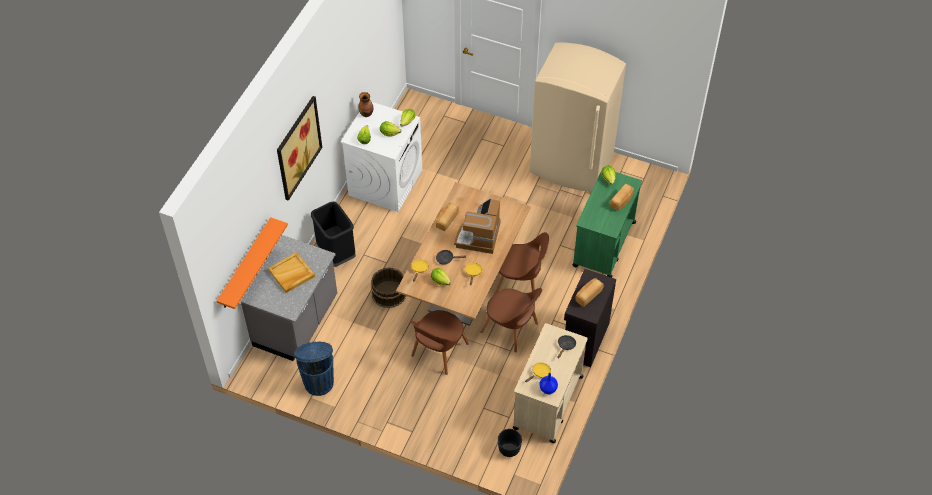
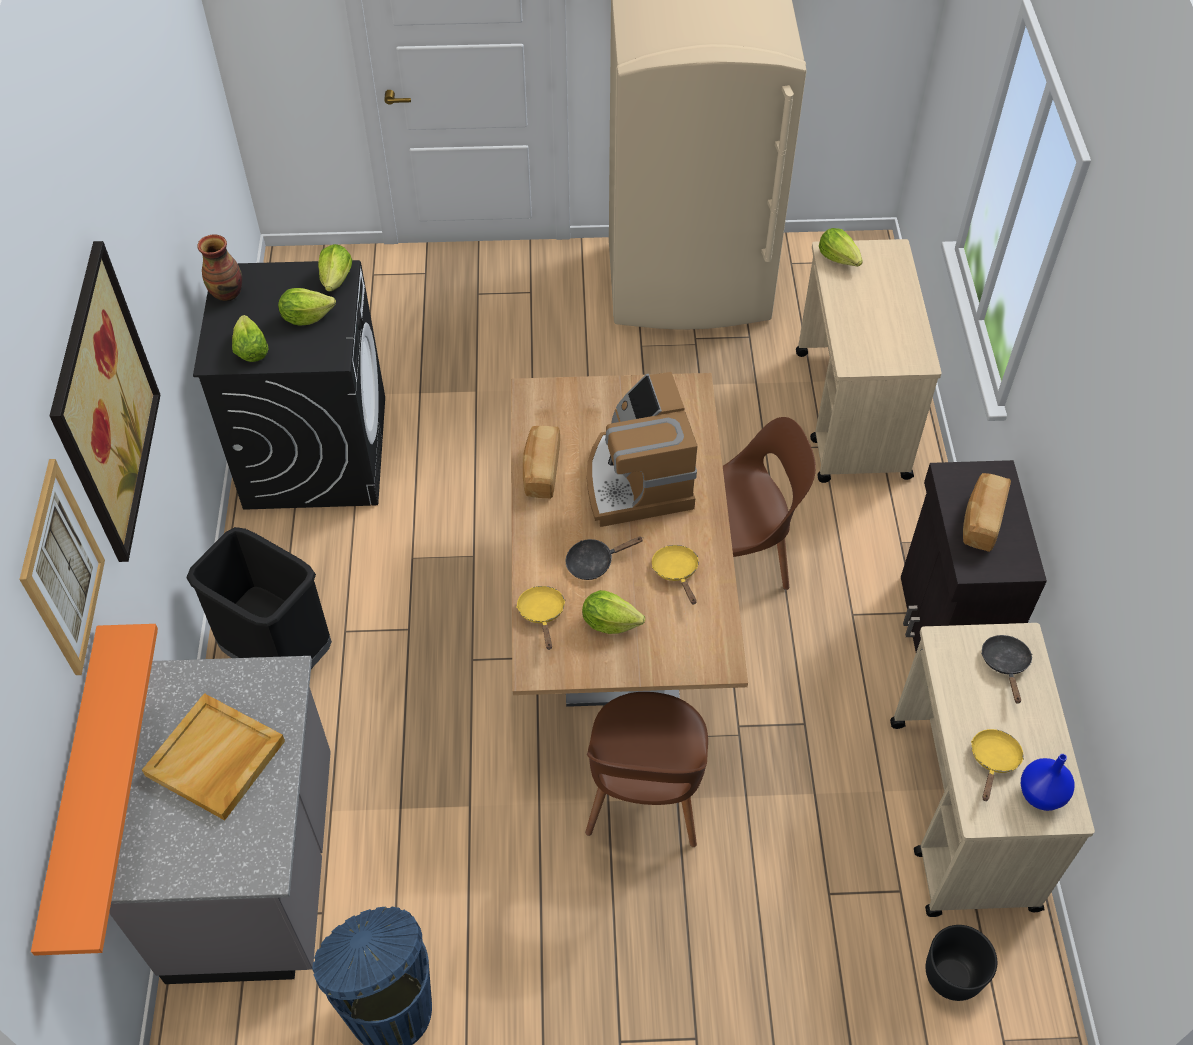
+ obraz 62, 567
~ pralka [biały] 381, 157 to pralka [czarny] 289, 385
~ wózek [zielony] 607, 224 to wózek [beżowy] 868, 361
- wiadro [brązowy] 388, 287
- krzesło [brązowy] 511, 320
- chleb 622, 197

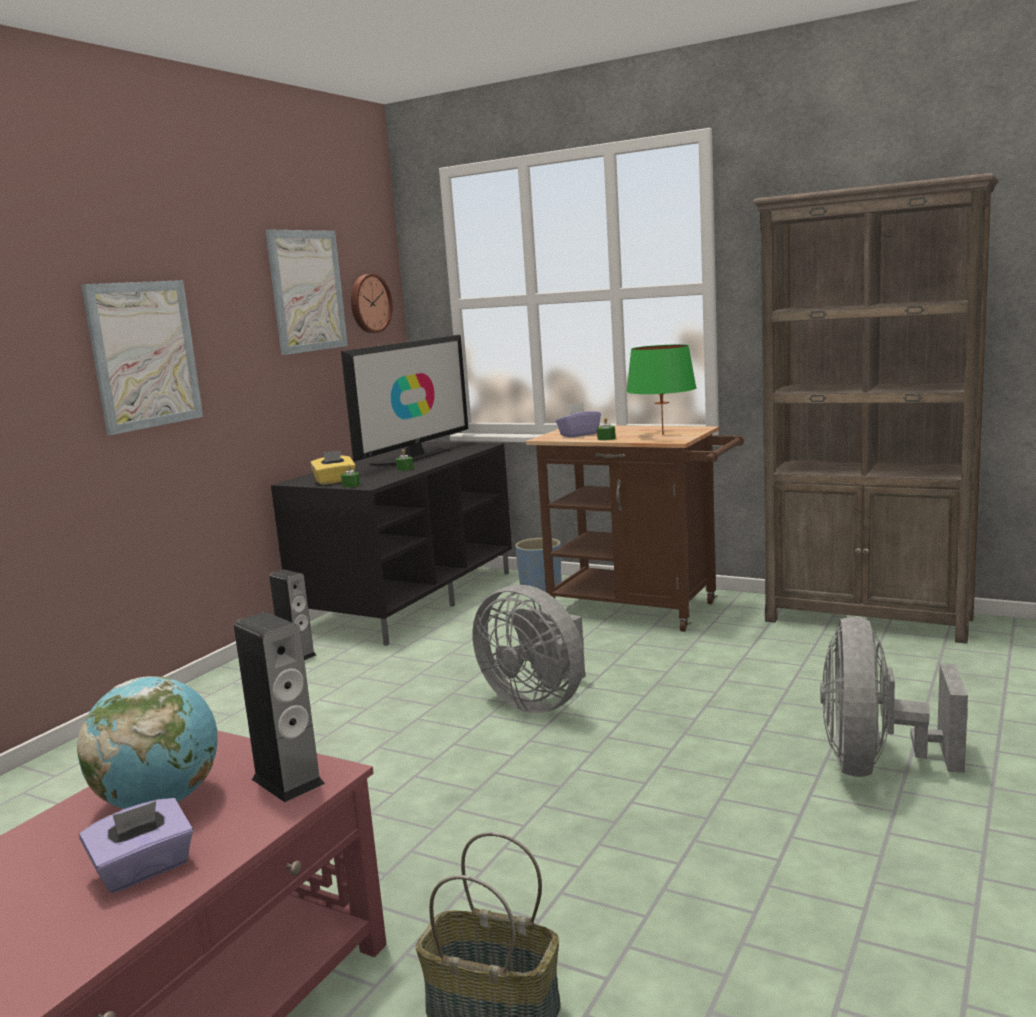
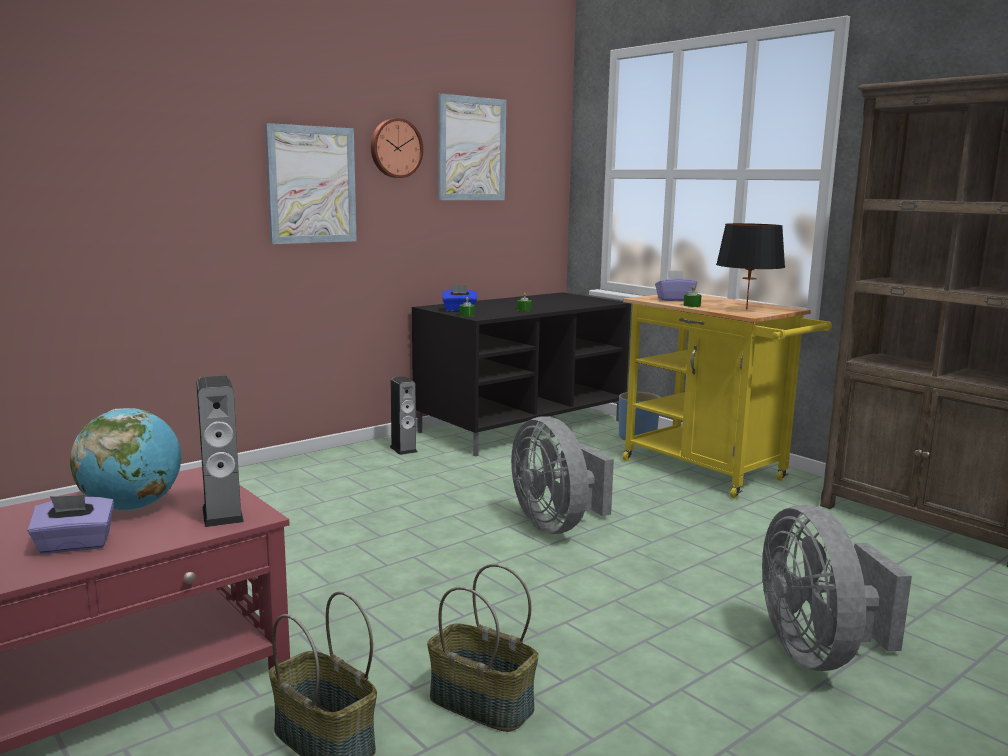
~ zegar ścienny 372, 303 to 397, 148
+ koszyk 483, 648
~ pudełko chusteczek [żółty] 332, 467 to pudełko chusteczek [niebieski] 460, 298
~ wózek [brązowy] 635, 528 to wózek [żółty] 727, 396
~ lampa stołowa [zielony] 661, 389 to lampa stołowa [czarny] 750, 266
~ wentylator [szary] 894, 697 = 837, 588 45 degrees counterclockwise
- telewizor 404, 400

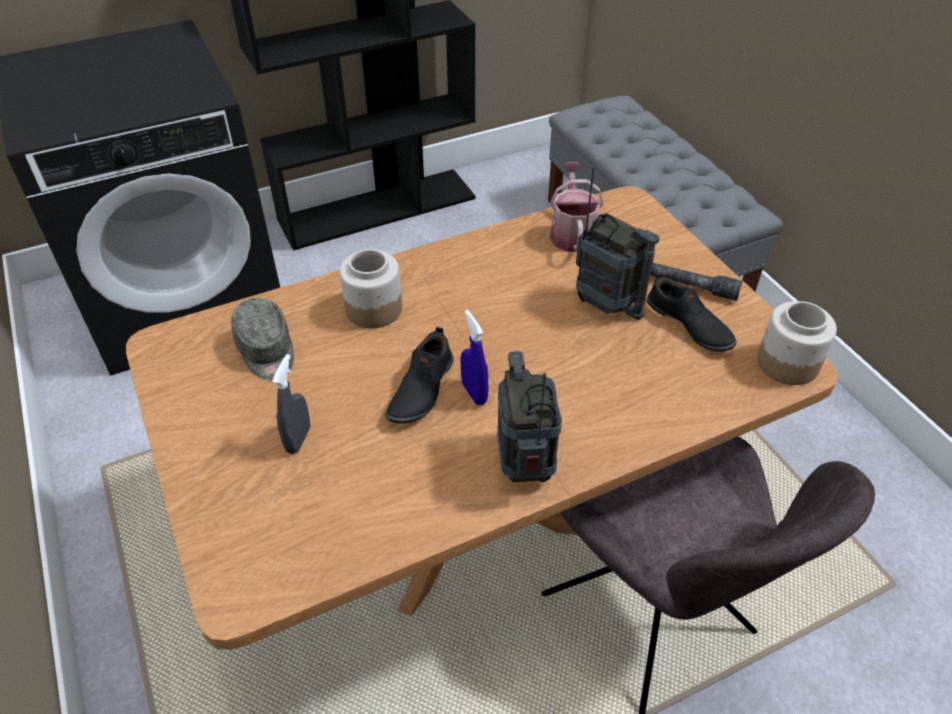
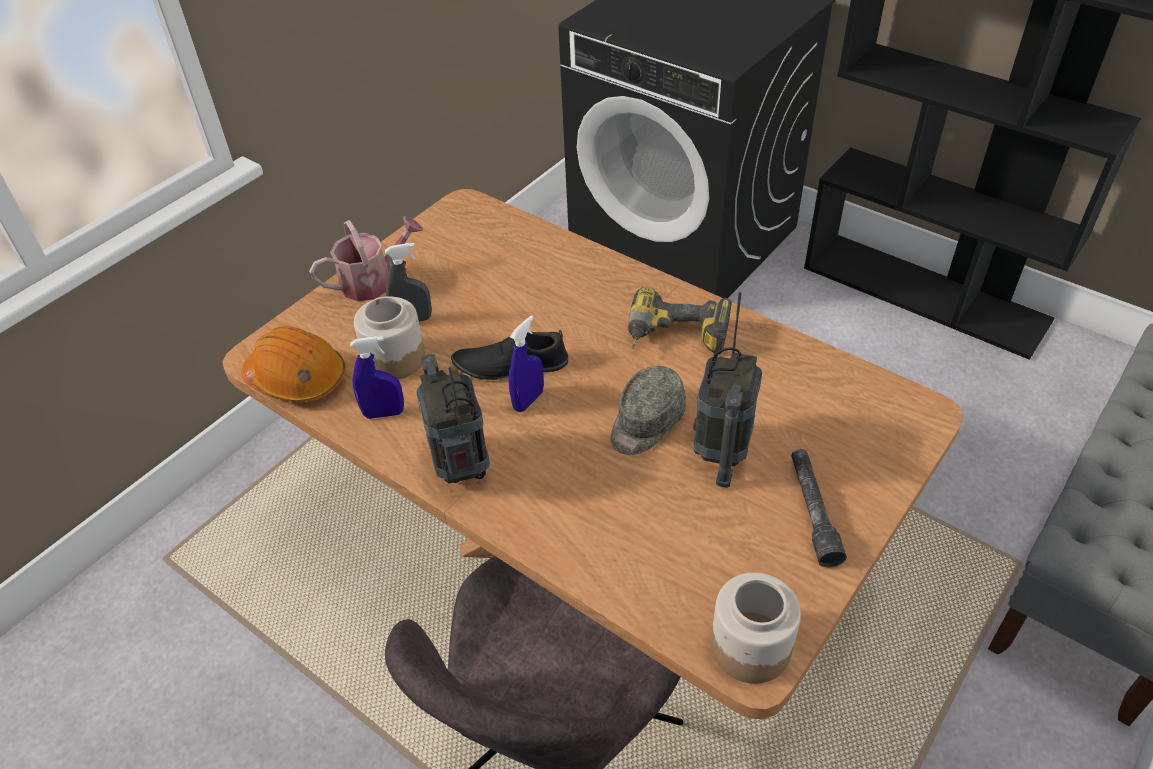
+ kask [pomarańczowy] 293, 364
~ konewka 576, 207 to 366, 258
+ spryskiwacz [niebieski] 377, 377
~ słoik 370, 288 to 389, 338
~ radio 529, 416 = 453, 419 75 degrees counterclockwise
~ czapka z daszkiem [szary] 262, 339 to 648, 410
+ wiertarka 680, 320
- but [czarny] 692, 312

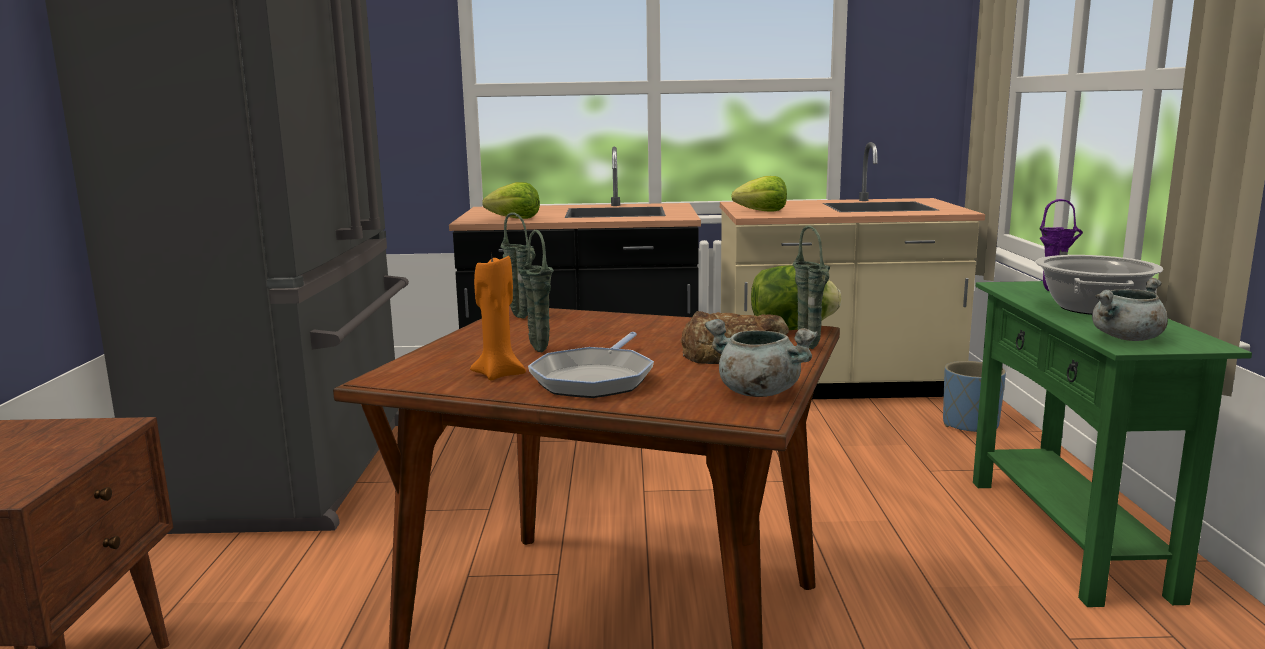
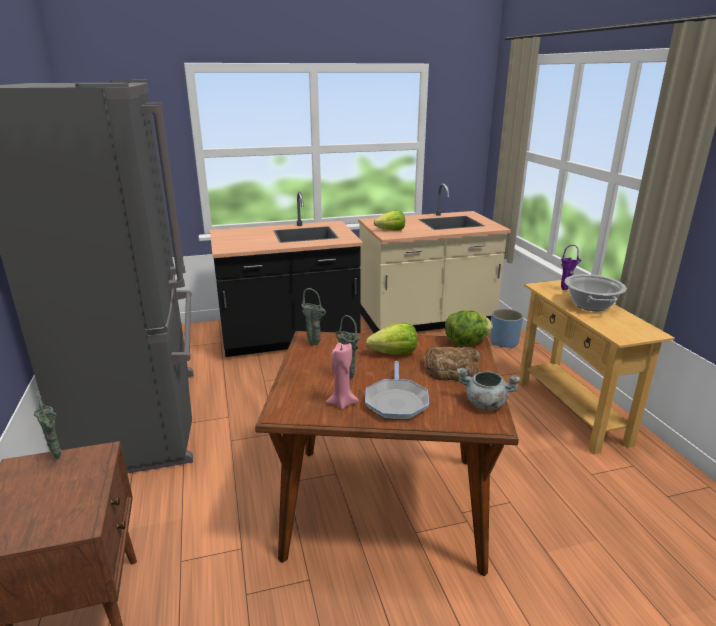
~ wazon [zielony] 811, 287 to 47, 425
~ świeca [pomarańczowy] 498, 318 to świeca [różowy] 342, 376
~ sałata 511, 200 to 391, 339
~ stolik konsolowy [zielony] 1112, 444 to stolik konsolowy [beżowy] 597, 367
- garnek [szary] 1130, 309

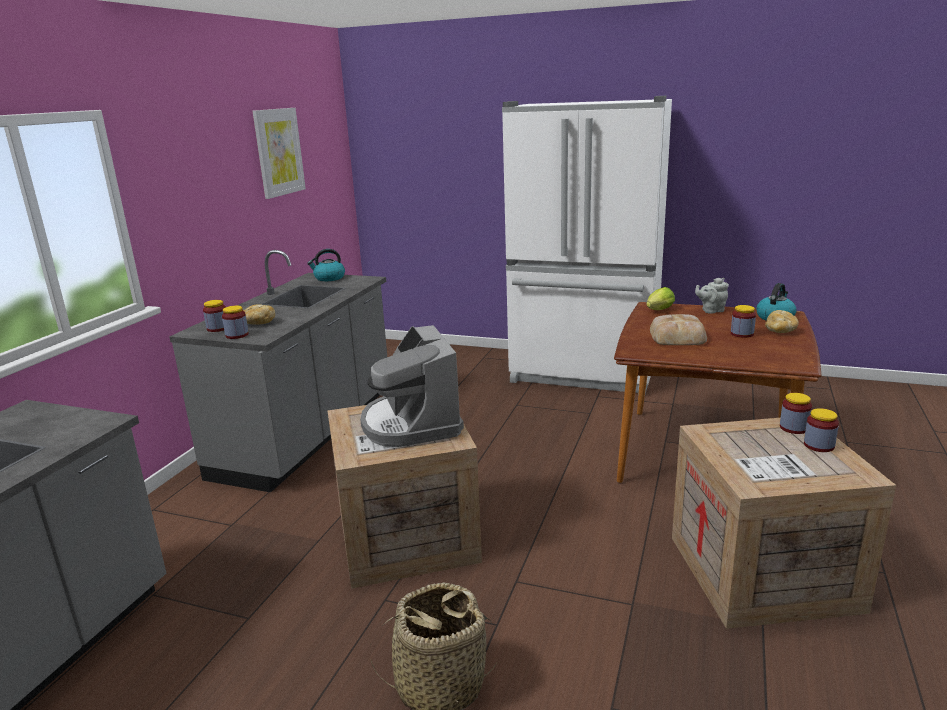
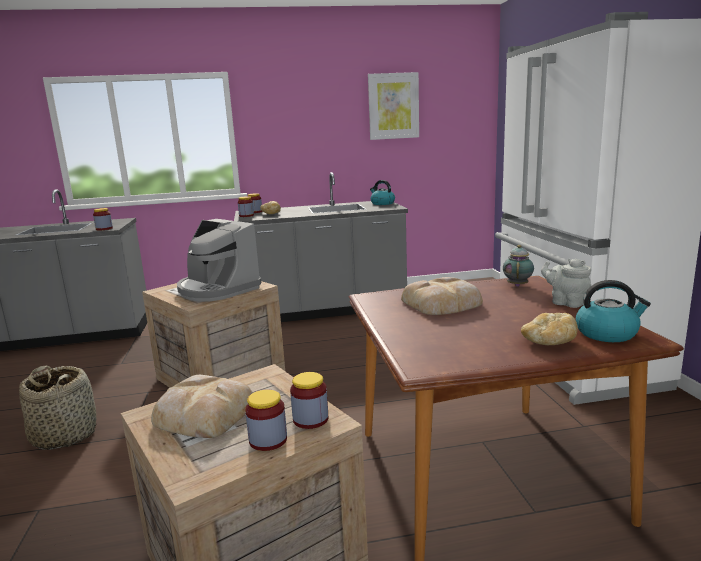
~ słoik 743, 321 to 103, 219
+ chleb 202, 406
~ ekspres do kawy 412, 386 = 219, 260 90 degrees counterclockwise
~ sałata 660, 298 to imbryk 518, 266

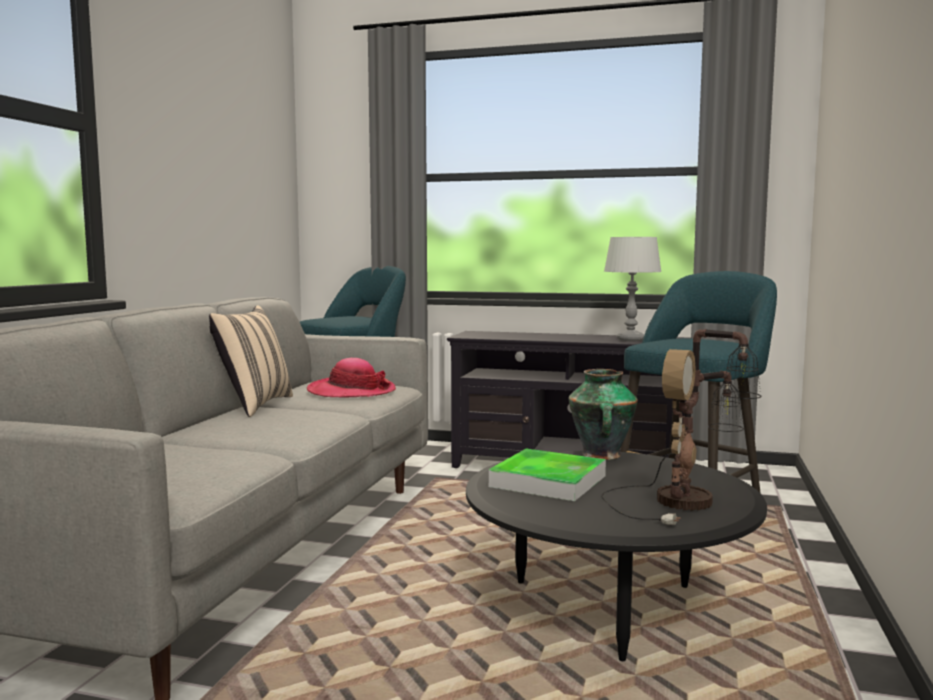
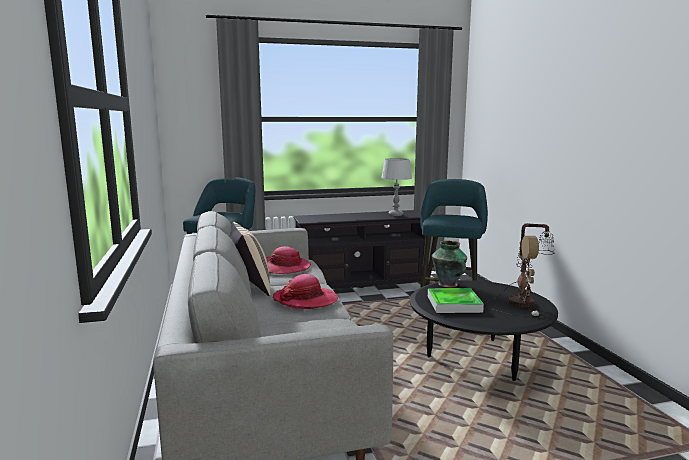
+ kapelusz 305, 291

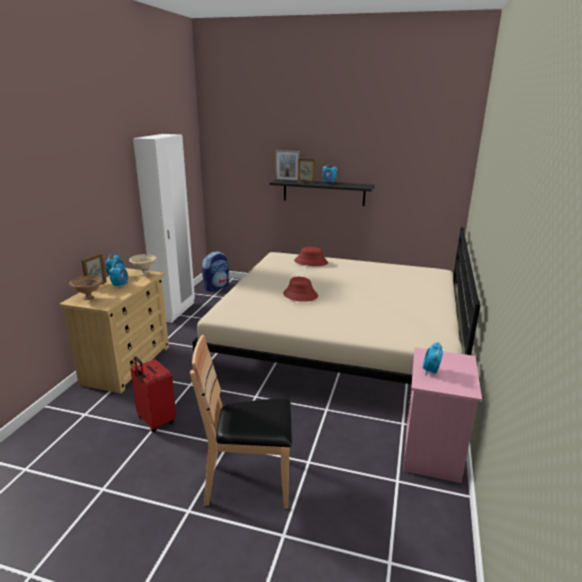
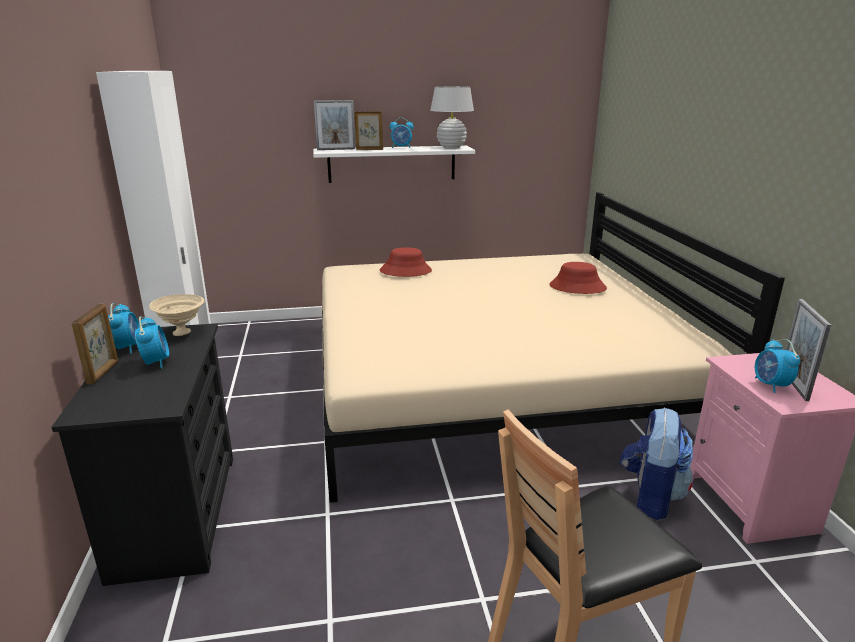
~ komoda [beżowy] 114, 330 to komoda [czarny] 142, 454
~ półka [czarny] 322, 192 to półka [biały] 394, 164
+ lampa stołowa [biały] 452, 117
~ kapelusz [czerwony] 300, 289 to 578, 278
~ plecak 215, 271 to 656, 463
+ ramka na zdjęcie 808, 350
- miska [brązowy] 86, 287
- walizka [czerwony] 153, 394

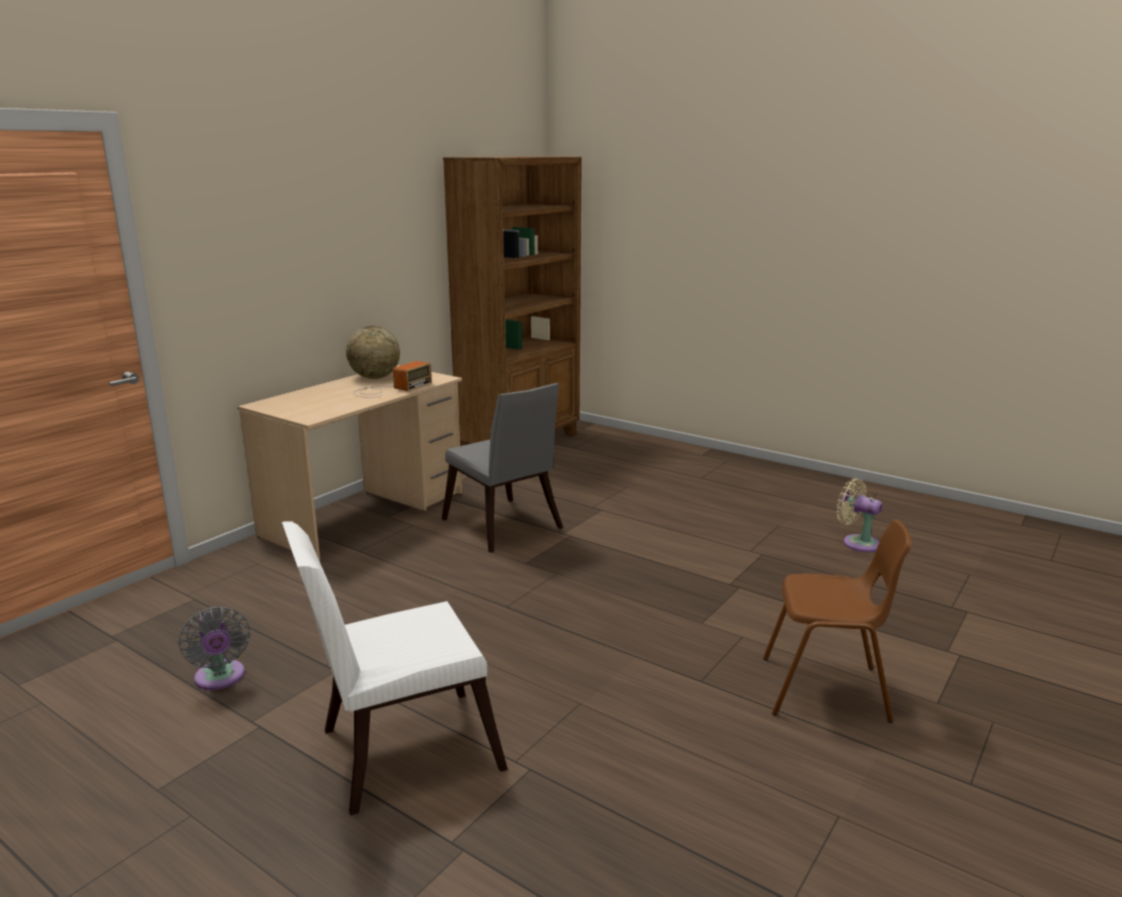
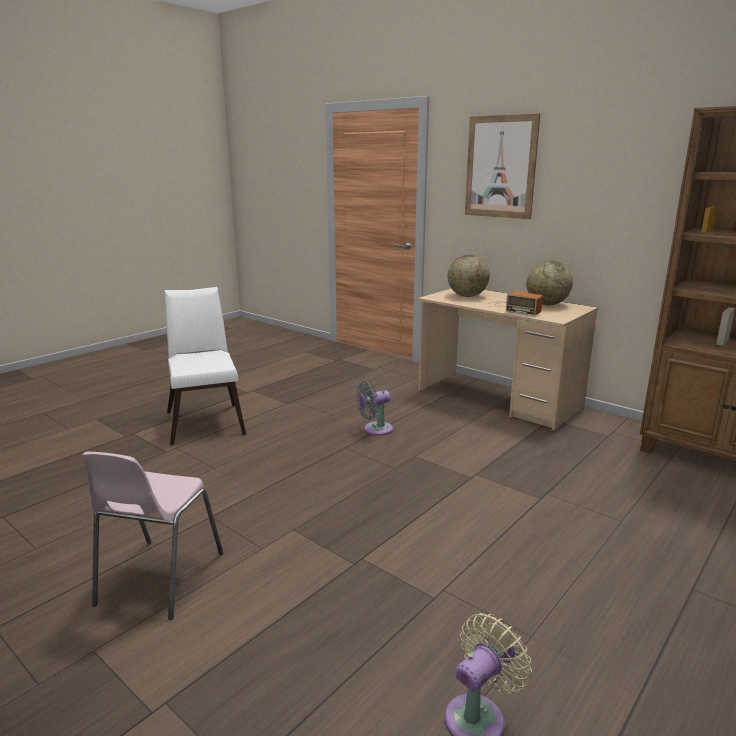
~ krzesło [brązowy] 837, 621 to krzesło [różowy] 152, 536
~ wentylator [szary] 214, 648 to 374, 408
+ globus 468, 276
+ obraz 502, 166
- krzesło [szary] 502, 468

